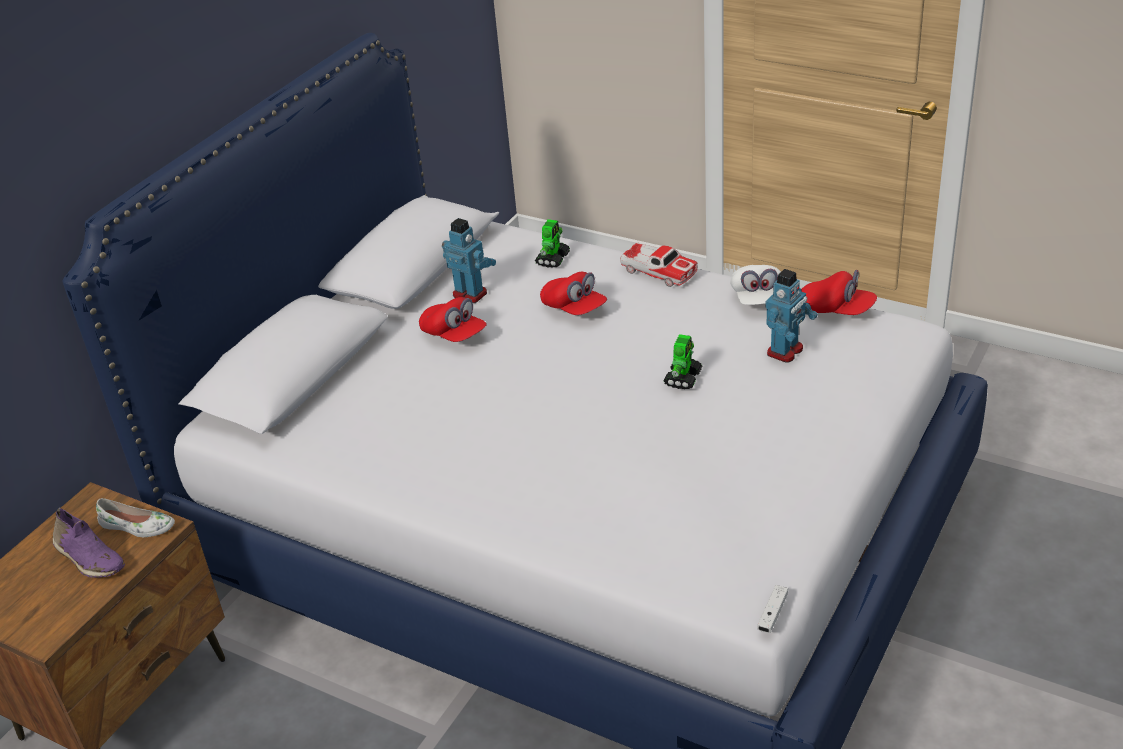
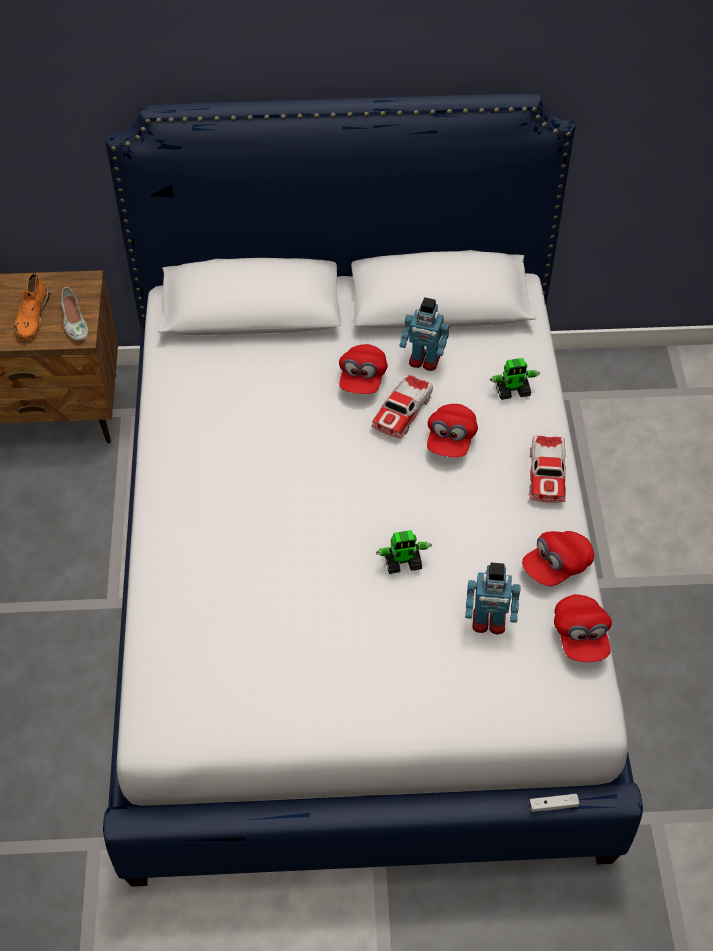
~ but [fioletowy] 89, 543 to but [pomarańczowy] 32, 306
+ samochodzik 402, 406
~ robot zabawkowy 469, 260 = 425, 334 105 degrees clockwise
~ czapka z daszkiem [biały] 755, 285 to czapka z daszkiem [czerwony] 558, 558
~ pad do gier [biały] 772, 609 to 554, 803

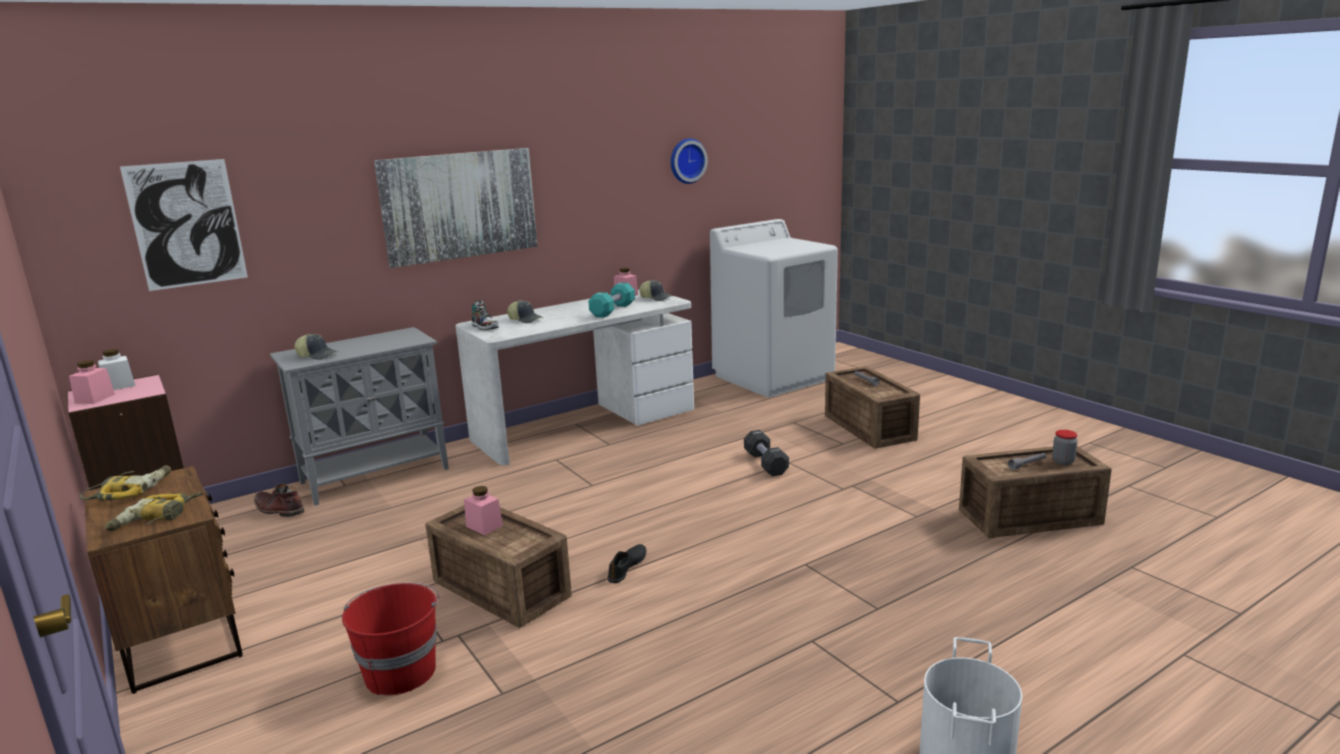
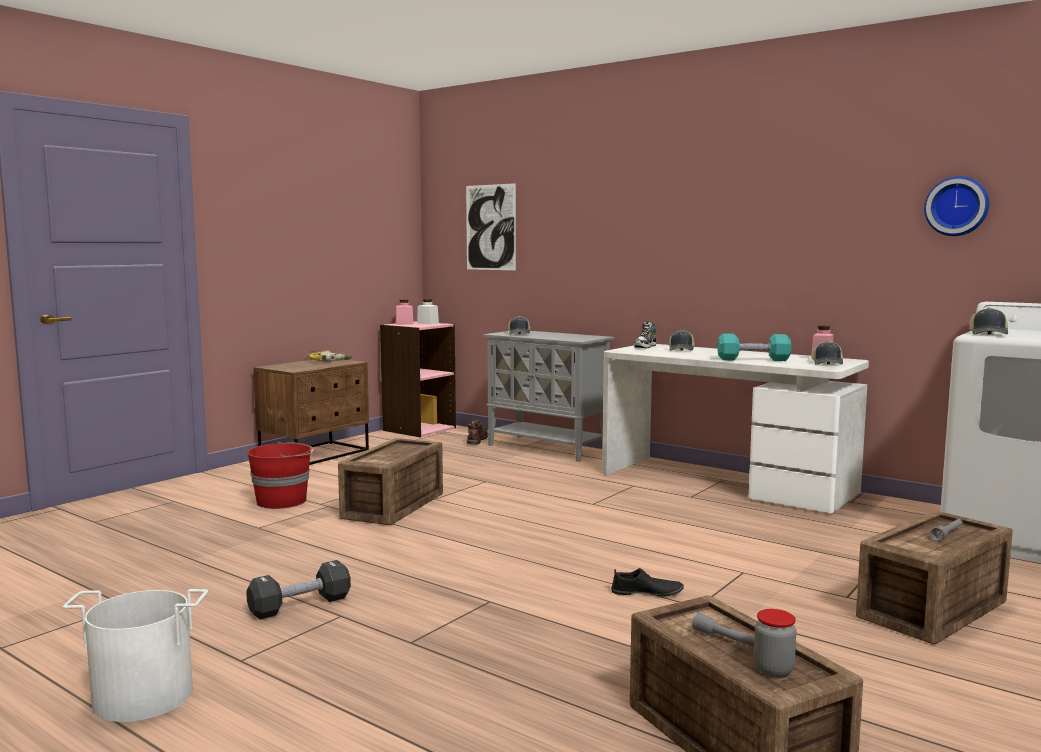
~ hantel [czarny] 766, 453 to 298, 589
~ but [czarny] 627, 563 to 647, 582
+ czapka z daszkiem 989, 321
- wiertarka 154, 511
- obraz 456, 208
- słoik [różowy] 483, 510

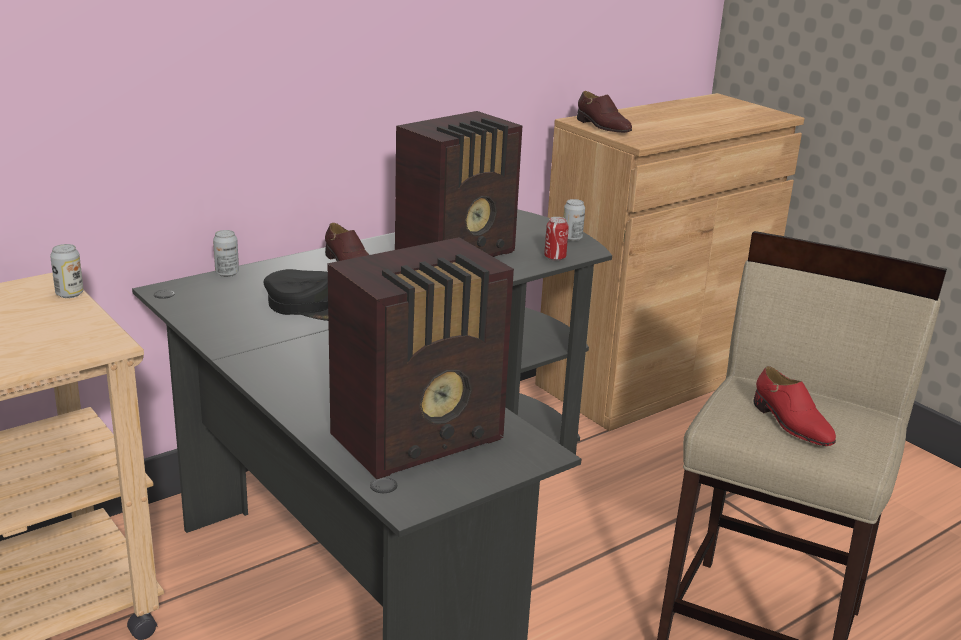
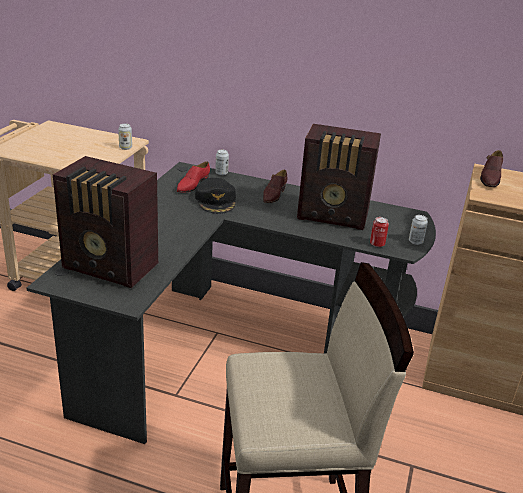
~ but [czerwony] 795, 406 to 193, 177

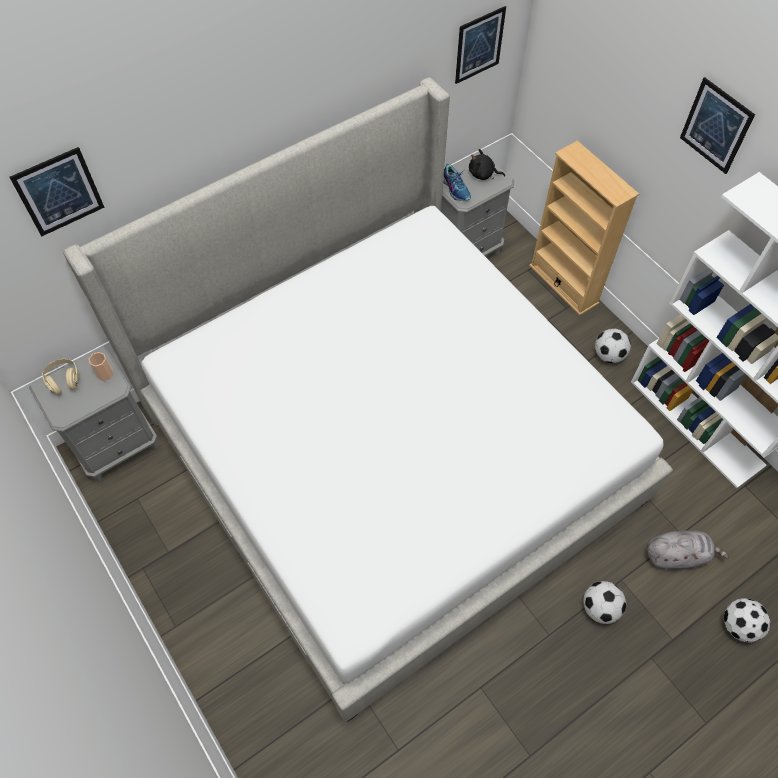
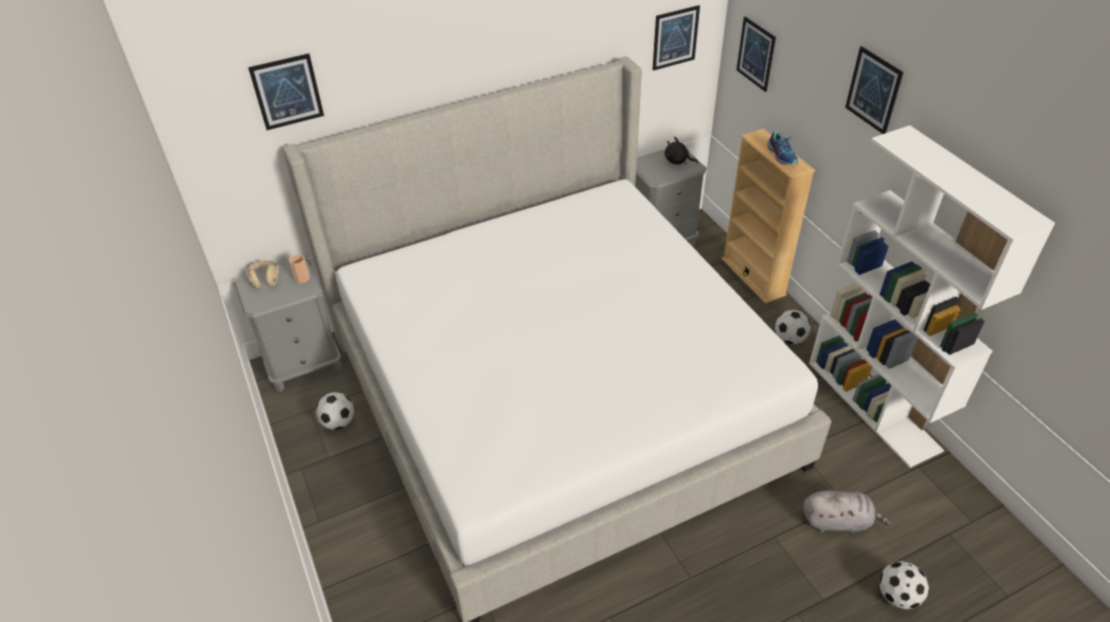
~ piłka futbolowa 604, 602 to 335, 411
+ obraz 756, 54
~ but 457, 182 to 782, 148

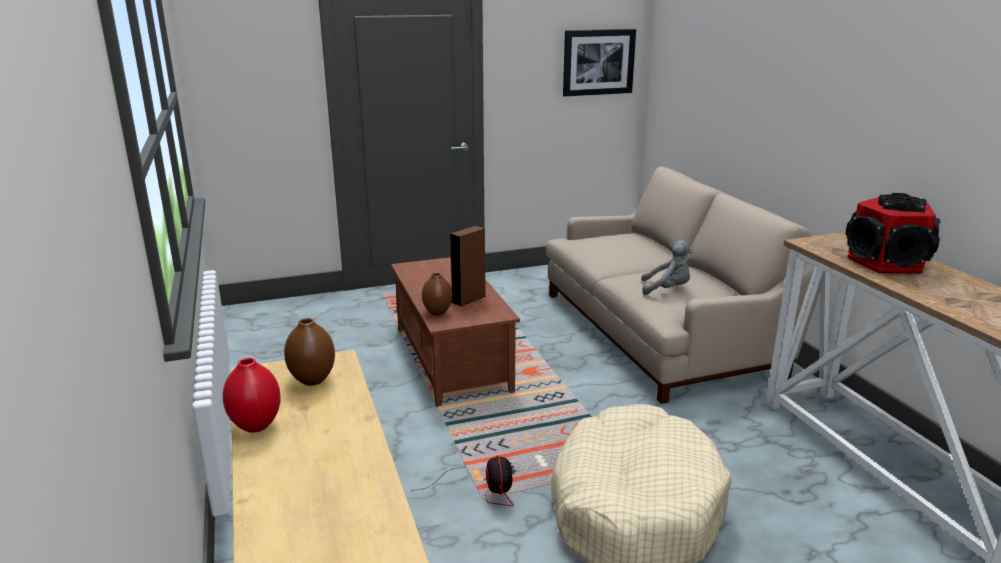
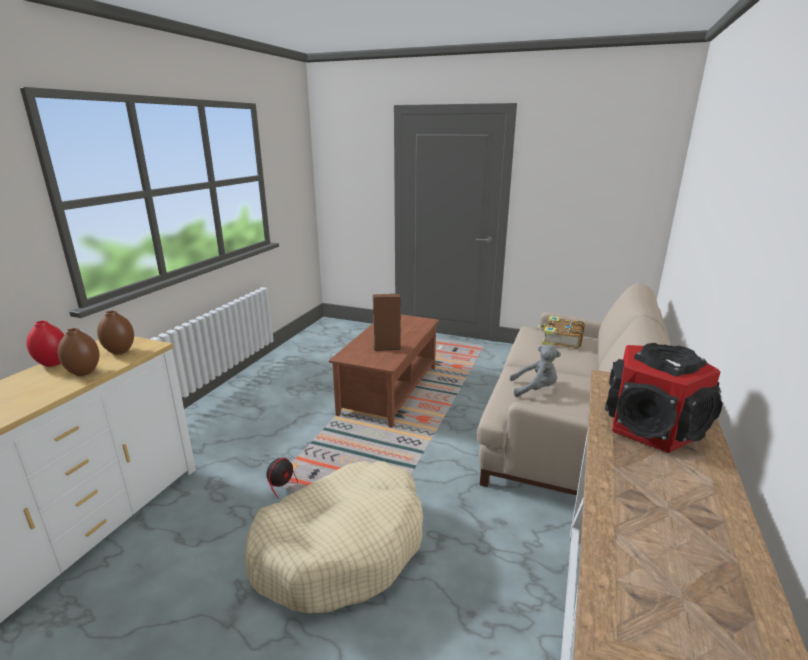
~ wazon [brązowy] 437, 294 to 78, 352
~ pluszak [szary] 667, 267 = 535, 371 45 degrees counterclockwise
+ książka 561, 332
- obraz 599, 62

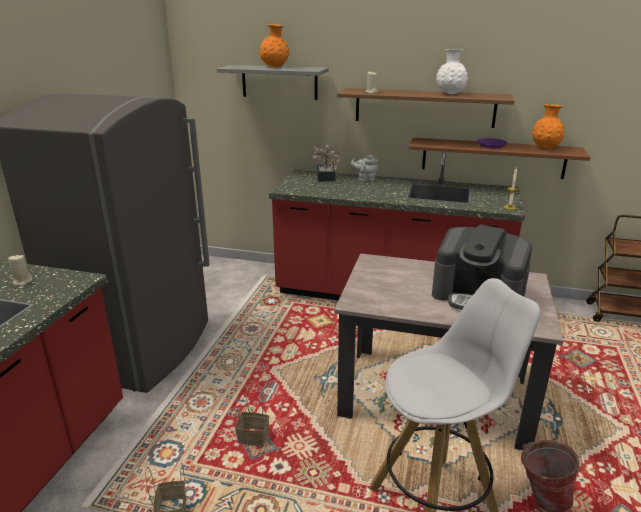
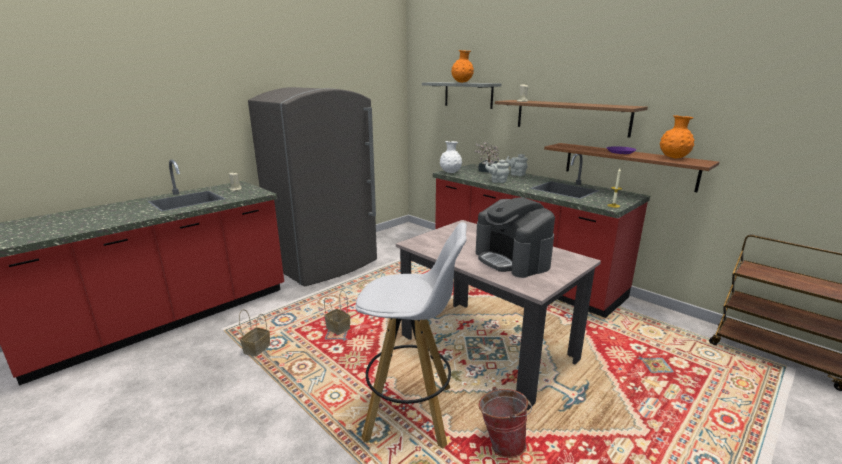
~ wazon [biały] 452, 71 to 451, 157
+ imbryk [szary] 497, 171

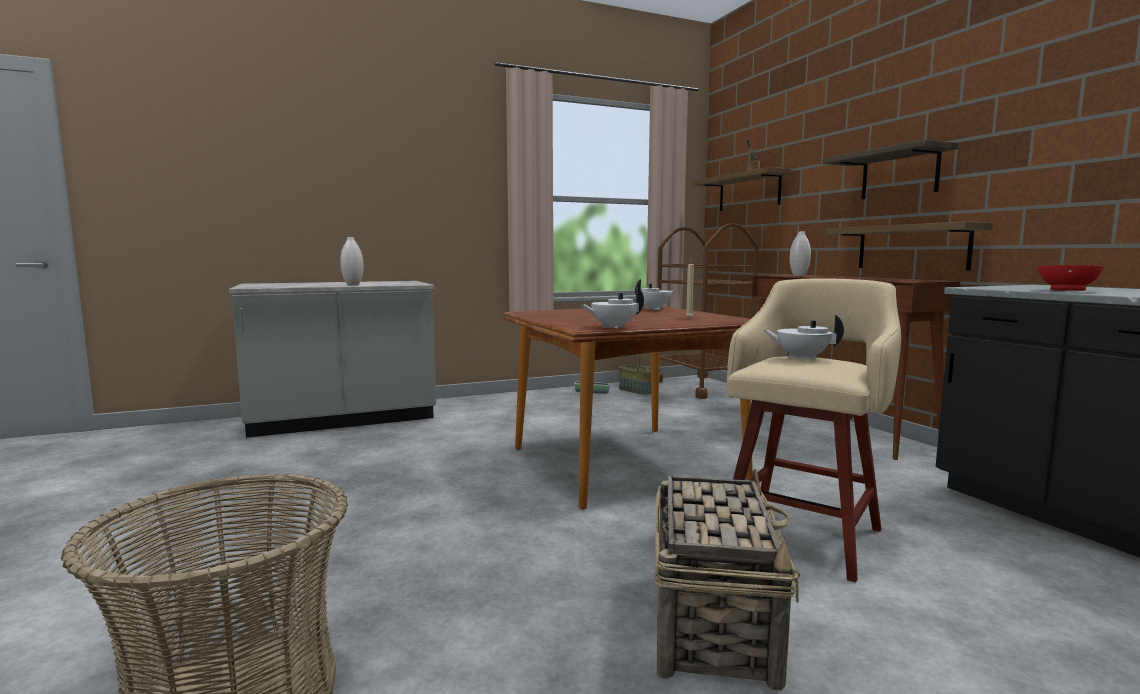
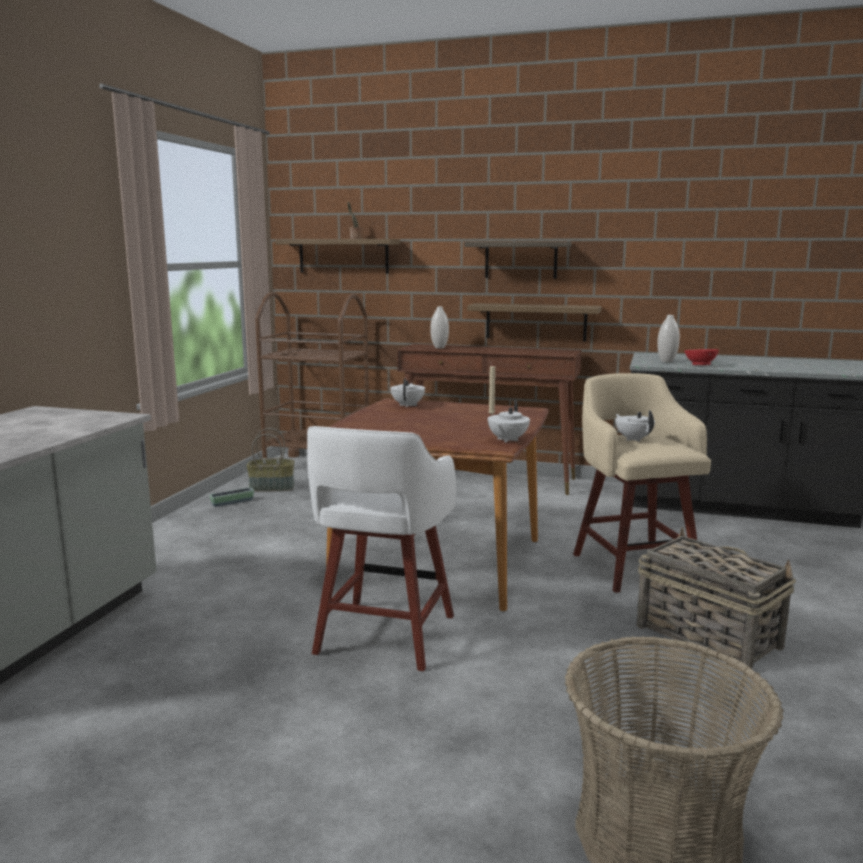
+ stołek [biały] 381, 548
~ imbryk [biały] 803, 337 = 635, 426 90 degrees clockwise
~ wazon [biały] 351, 261 to 668, 338

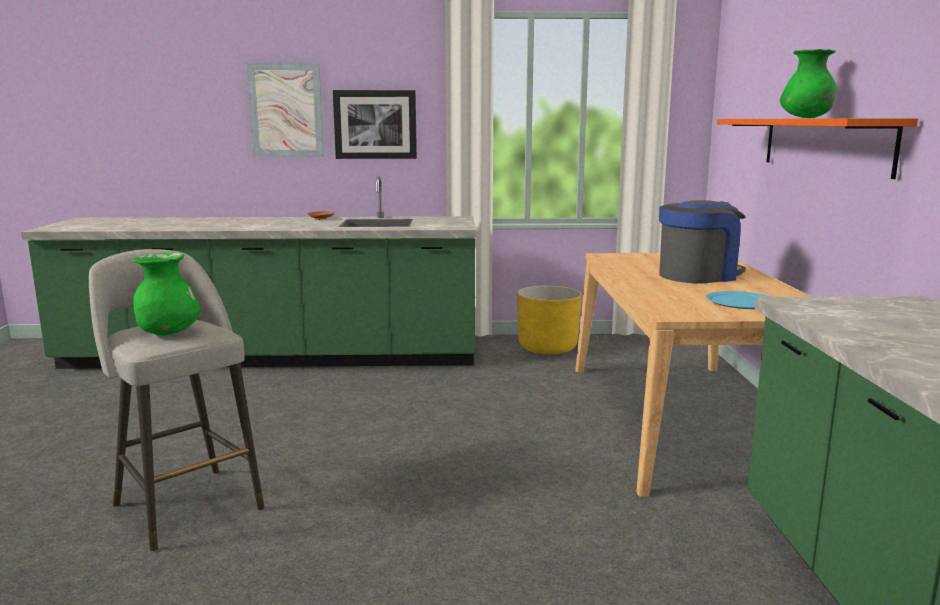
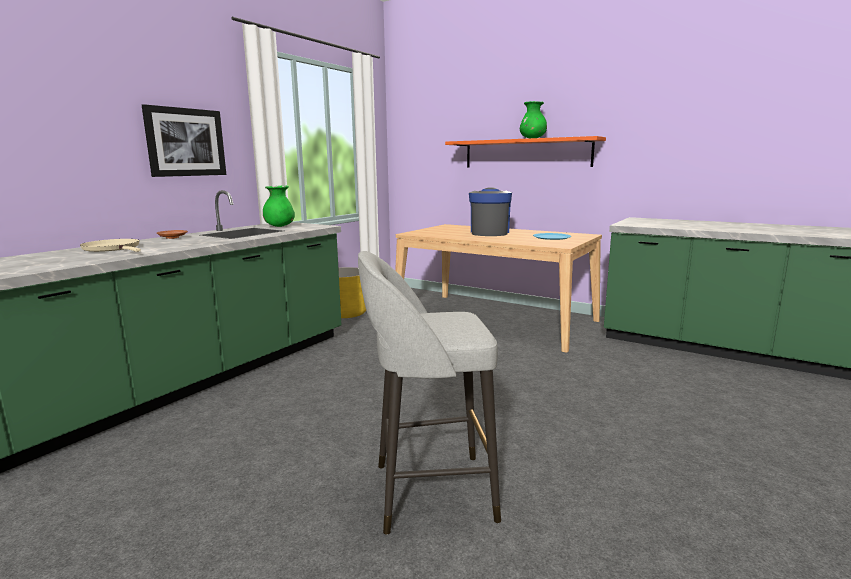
+ patelnia [beżowy] 110, 245
~ wazon [zielony] 166, 294 to 279, 206
- obraz 285, 110

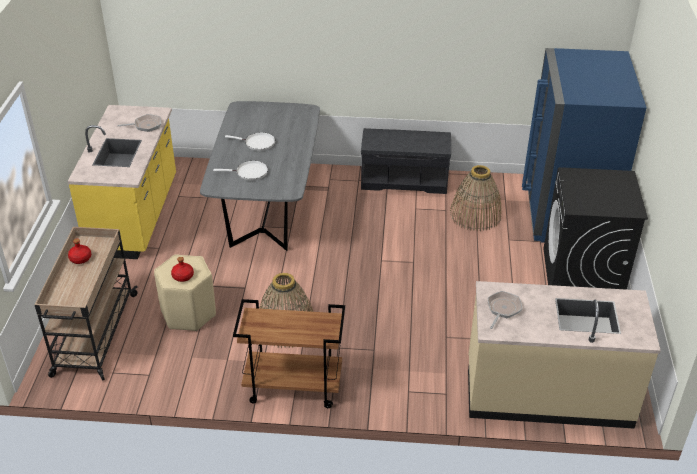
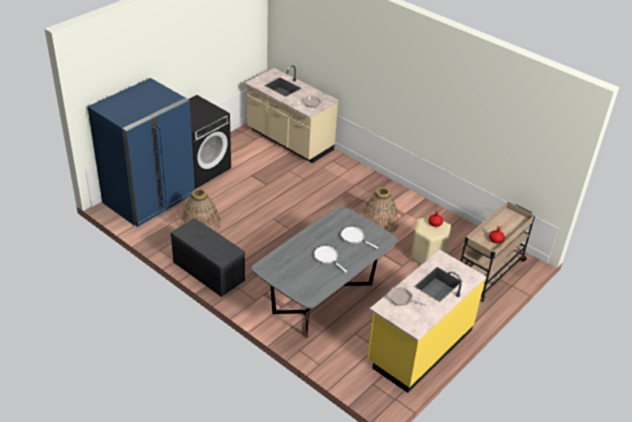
- wózek [brązowy] 289, 353

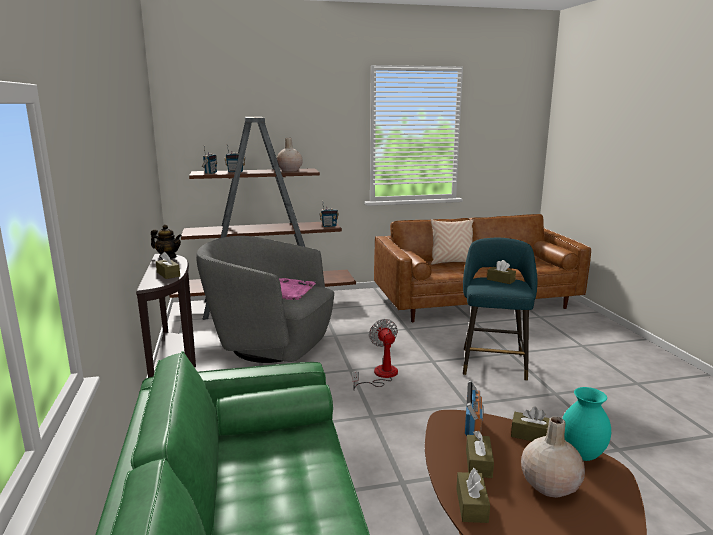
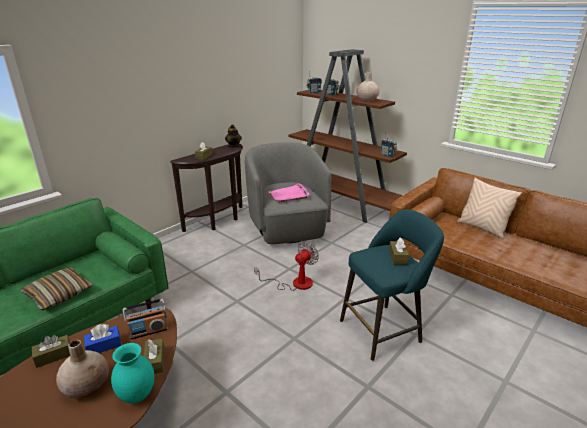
+ poduszka 56, 288
~ pudełko chusteczek [brązowy] 480, 454 to pudełko chusteczek [niebieski] 102, 338

